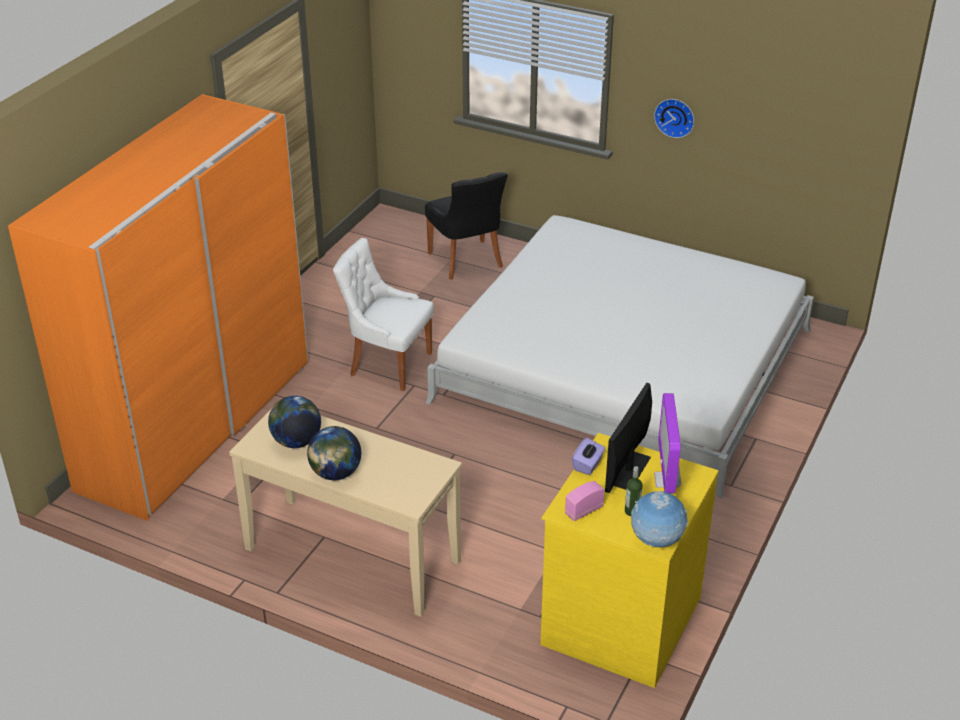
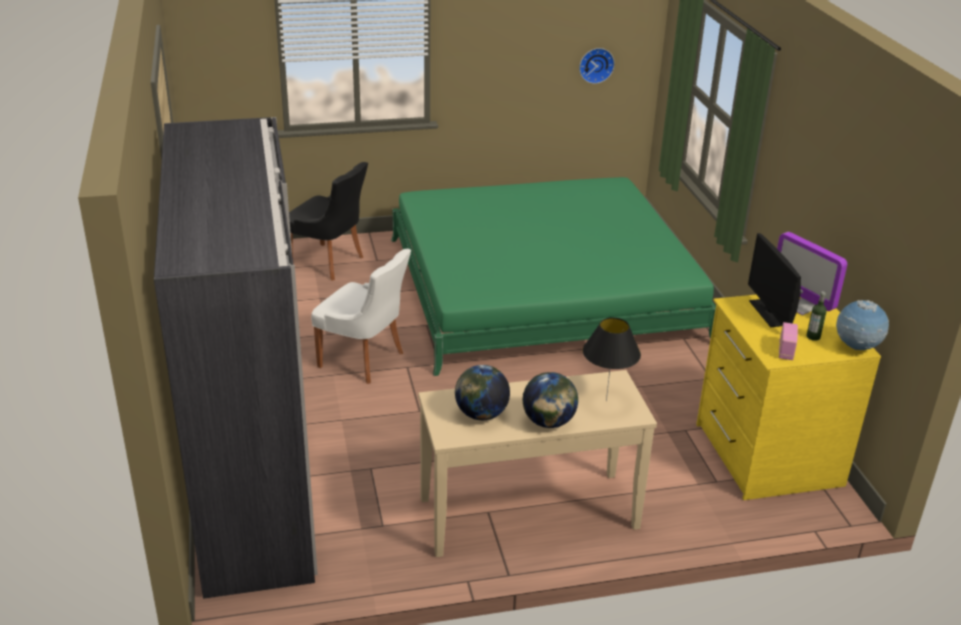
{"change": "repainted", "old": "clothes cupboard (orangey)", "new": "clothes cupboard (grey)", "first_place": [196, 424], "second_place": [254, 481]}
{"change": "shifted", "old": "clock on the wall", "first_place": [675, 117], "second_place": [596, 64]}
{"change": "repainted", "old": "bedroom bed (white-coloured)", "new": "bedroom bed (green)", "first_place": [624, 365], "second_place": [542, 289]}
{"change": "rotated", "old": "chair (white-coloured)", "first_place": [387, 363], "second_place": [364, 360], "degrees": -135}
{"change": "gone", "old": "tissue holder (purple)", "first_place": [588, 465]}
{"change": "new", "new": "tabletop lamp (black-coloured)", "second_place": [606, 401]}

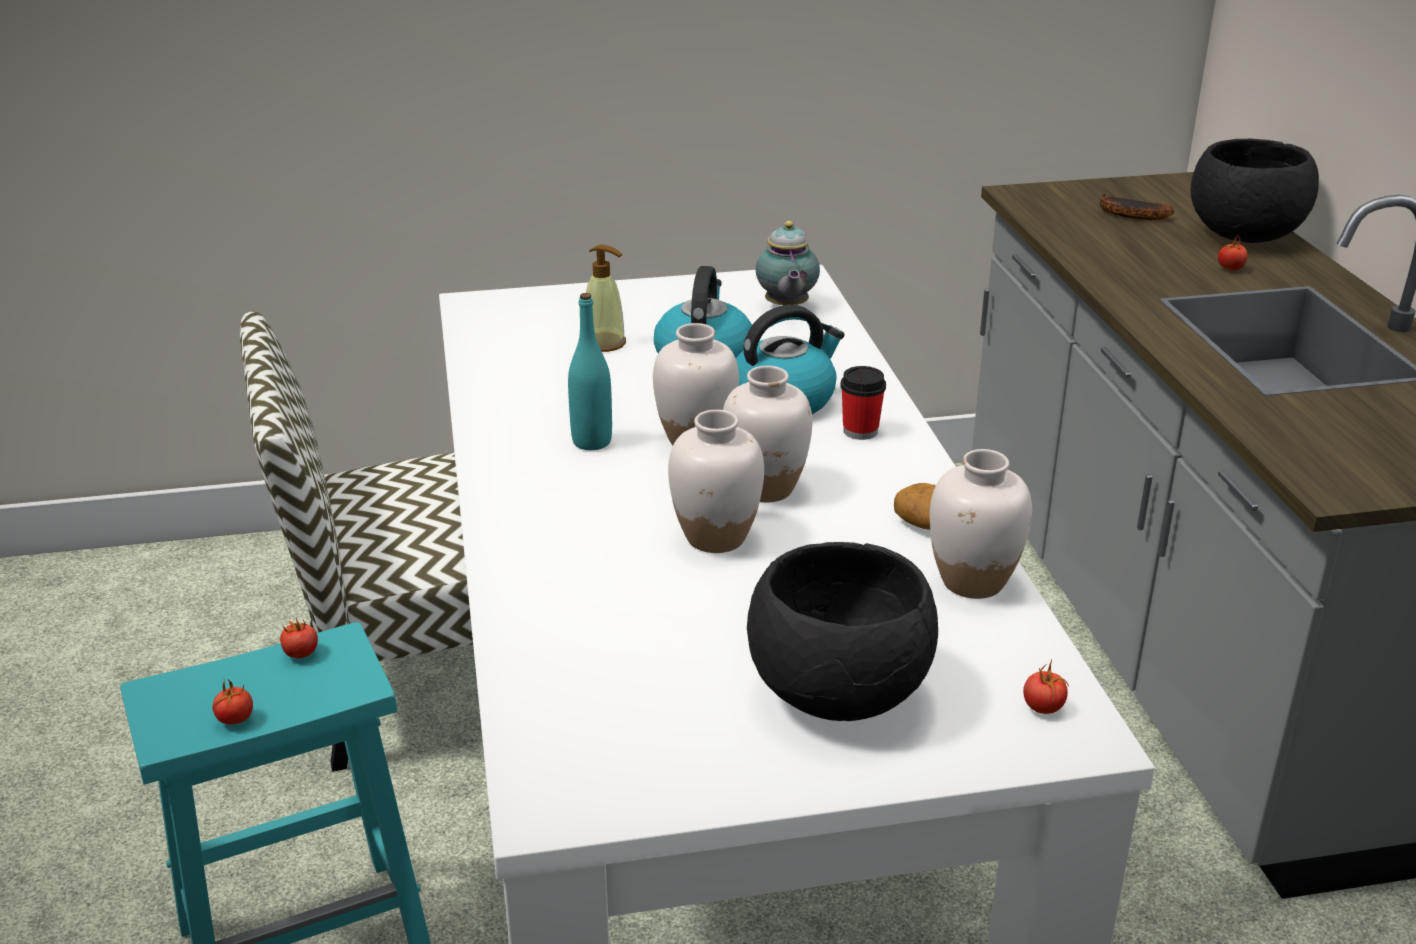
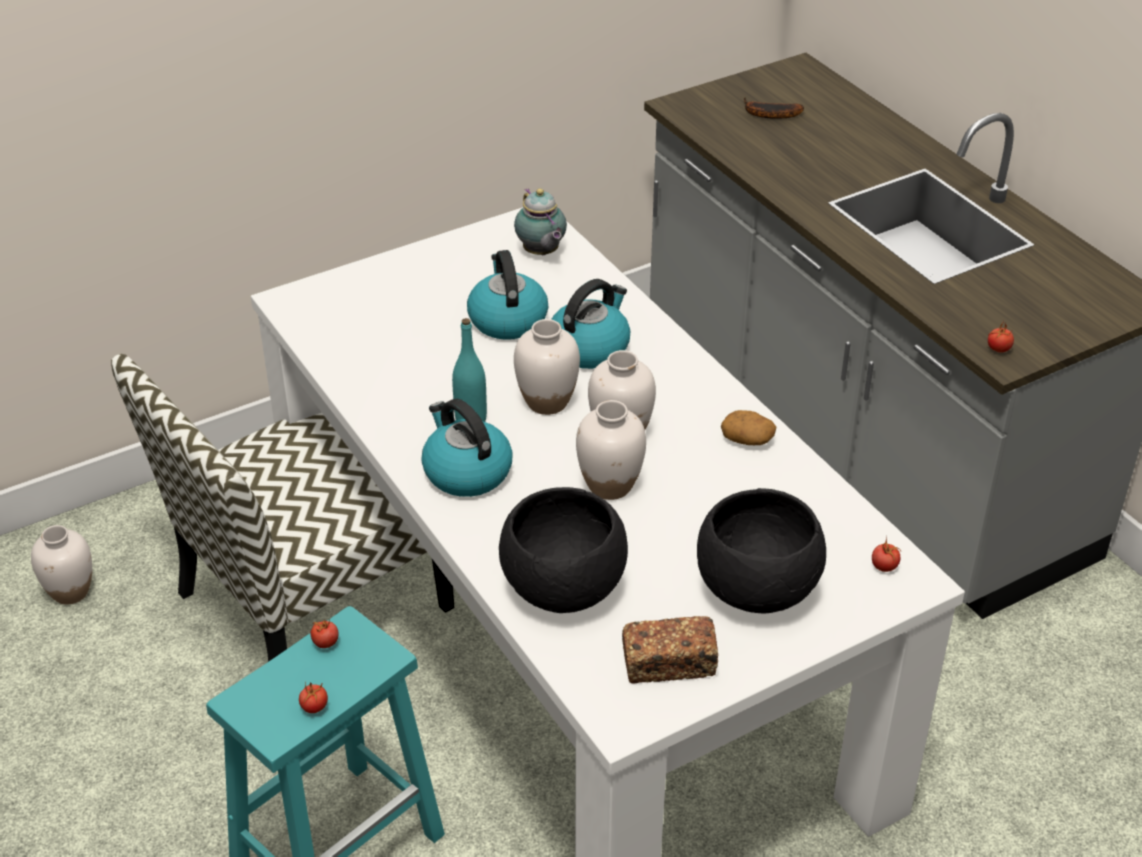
{"change": "shifted", "old": "deep dish (black-coloured)", "first_place": [1245, 236], "second_place": [564, 588]}
{"change": "shifted", "old": "fresh tomato", "first_place": [1230, 269], "second_place": [998, 349]}
{"change": "gone", "old": "soap dispenser", "first_place": [604, 343]}
{"change": "gone", "old": "cup", "first_place": [860, 431]}
{"change": "shifted", "old": "flower vase (white-coloured)", "first_place": [973, 582], "second_place": [71, 592]}
{"change": "new", "new": "tea kettle", "second_place": [466, 472]}
{"change": "new", "new": "bread", "second_place": [668, 664]}

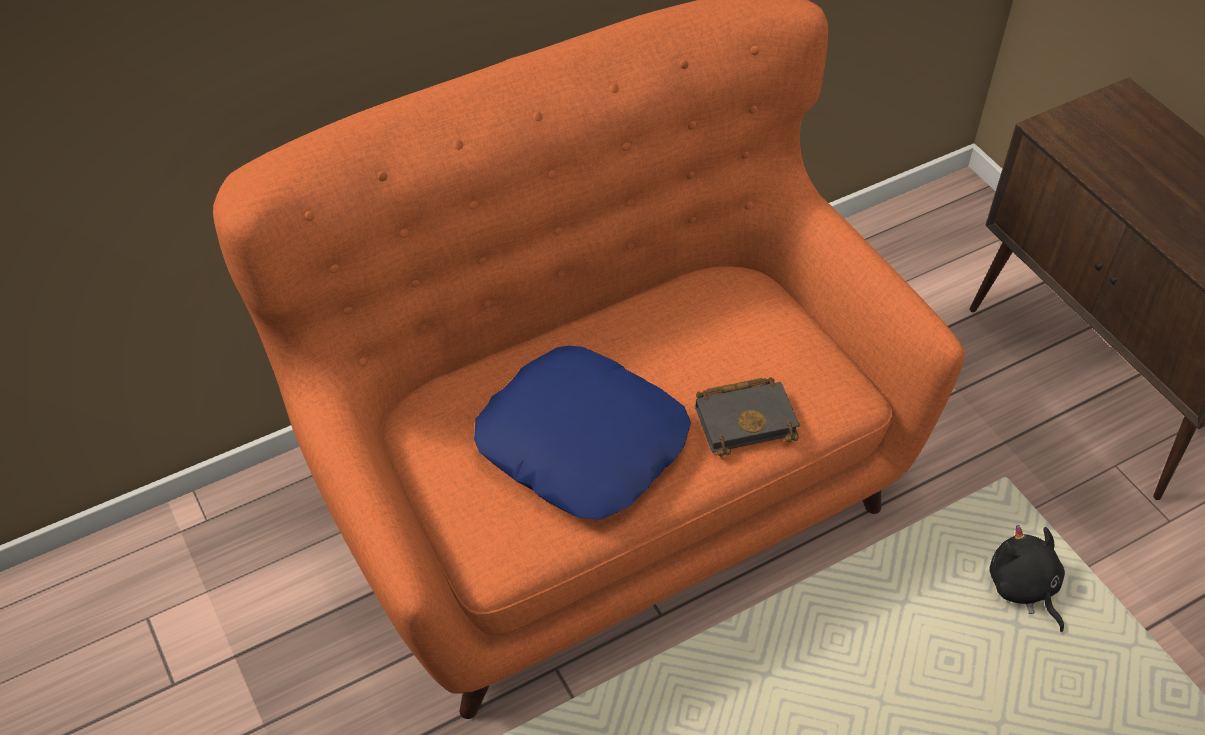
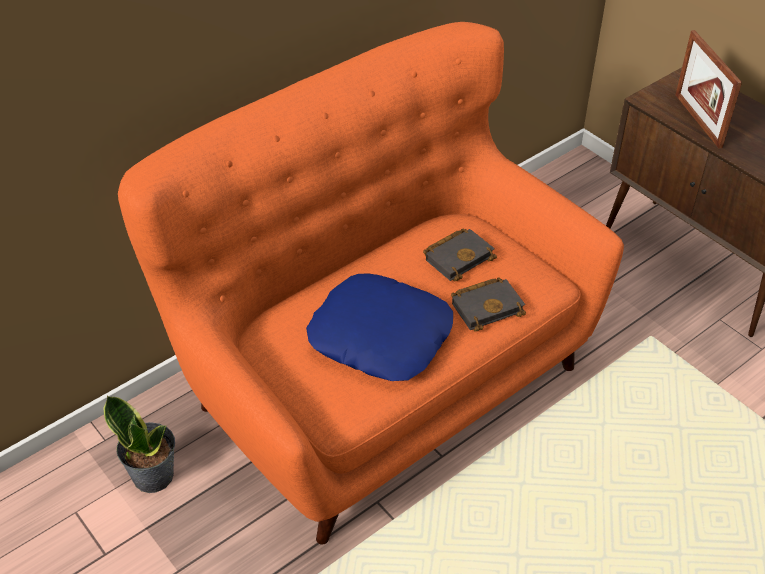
{"change": "gone", "old": "cuddly toy (black-coloured)", "first_place": [1023, 588]}
{"change": "new", "new": "standing frame", "second_place": [698, 120]}
{"change": "new", "new": "book (black-coloured)", "second_place": [459, 256]}
{"change": "new", "new": "potted plant", "second_place": [154, 475]}

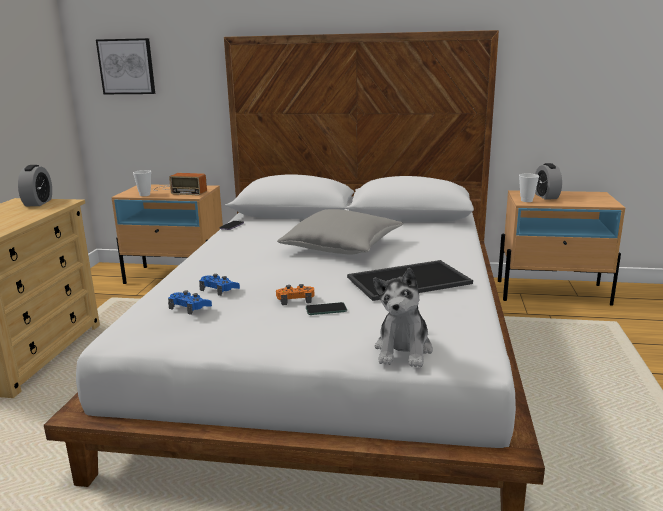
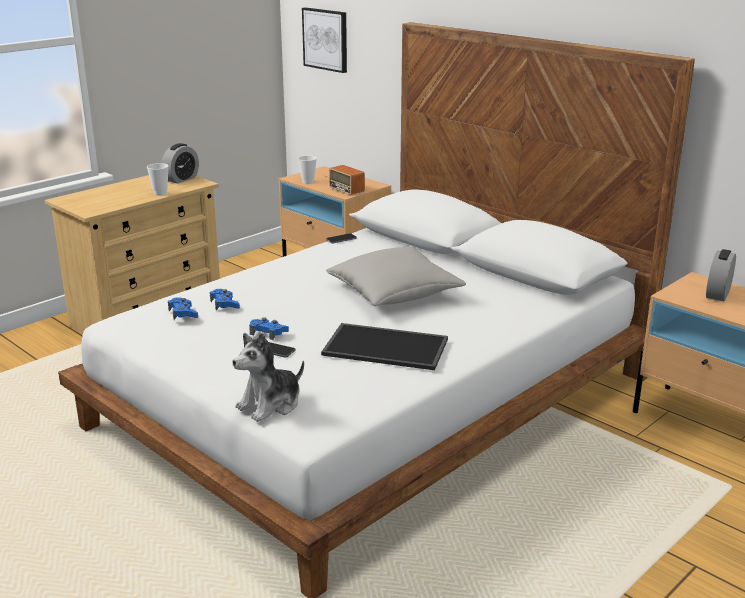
{"change": "shifted", "old": "cup", "first_place": [526, 200], "second_place": [160, 193]}
{"change": "repainted", "old": "joypad (orangey)", "new": "joypad (blue-coloured)", "first_place": [295, 299], "second_place": [268, 333]}

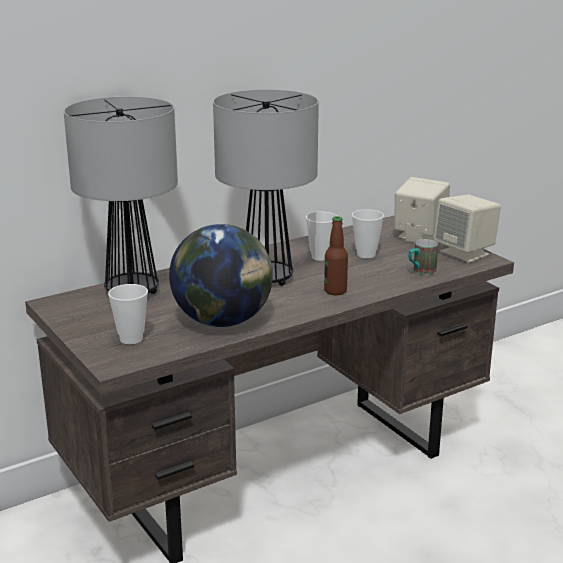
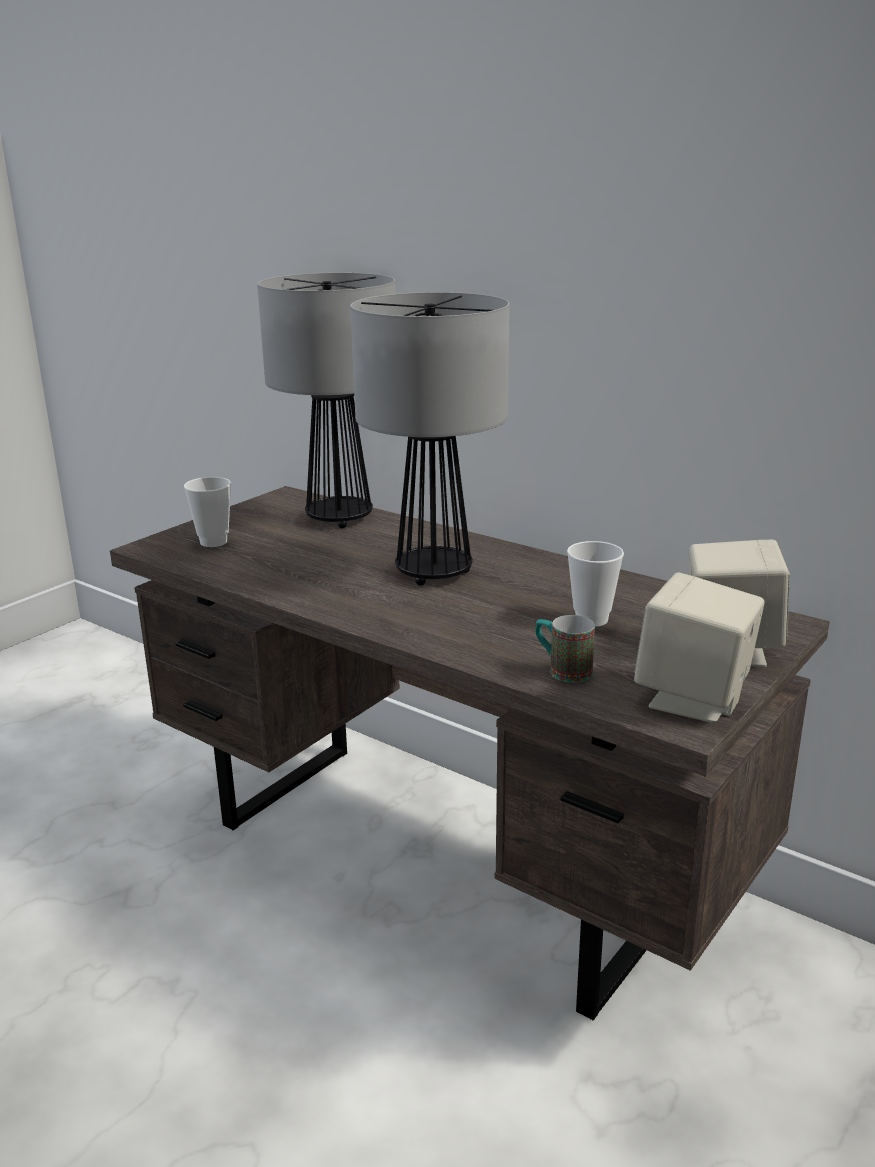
{"change": "gone", "old": "cup", "first_place": [321, 257]}
{"change": "gone", "old": "bottle", "first_place": [335, 291]}
{"change": "gone", "old": "globe", "first_place": [223, 321]}

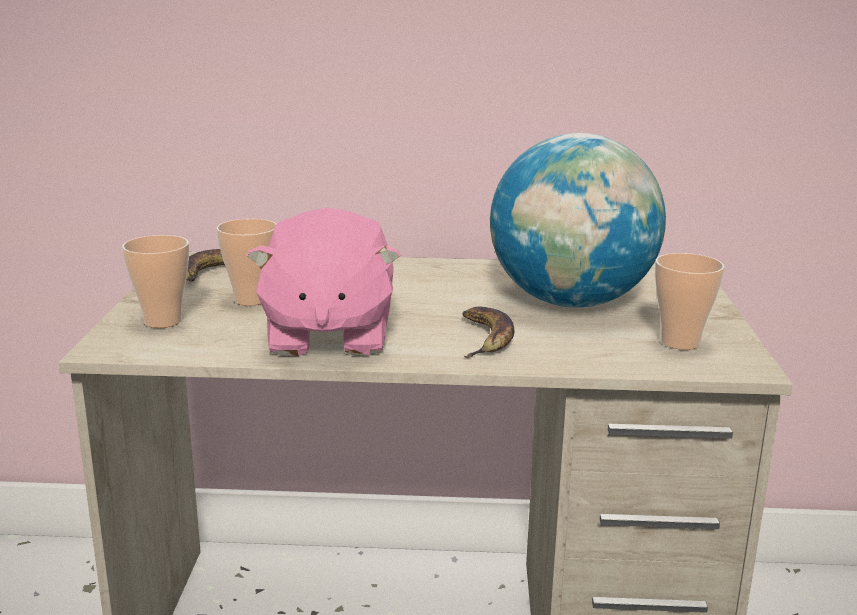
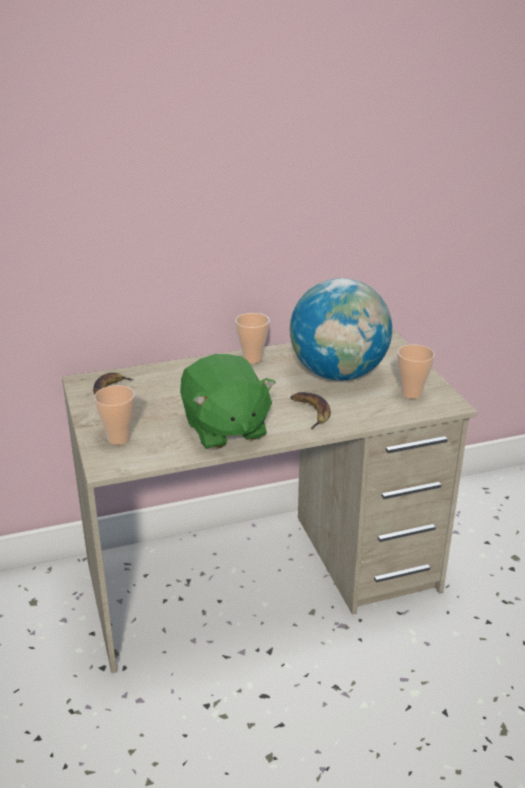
{"change": "repainted", "old": "cuddly toy (pinkish)", "new": "cuddly toy (green)", "first_place": [327, 336], "second_place": [224, 429]}
{"change": "shifted", "old": "cup", "first_place": [251, 299], "second_place": [252, 359]}

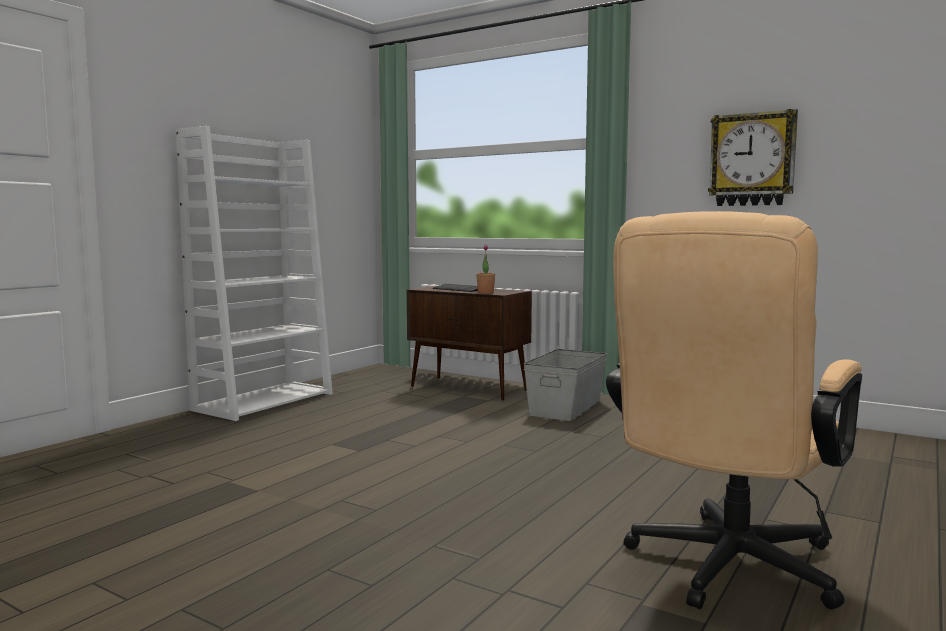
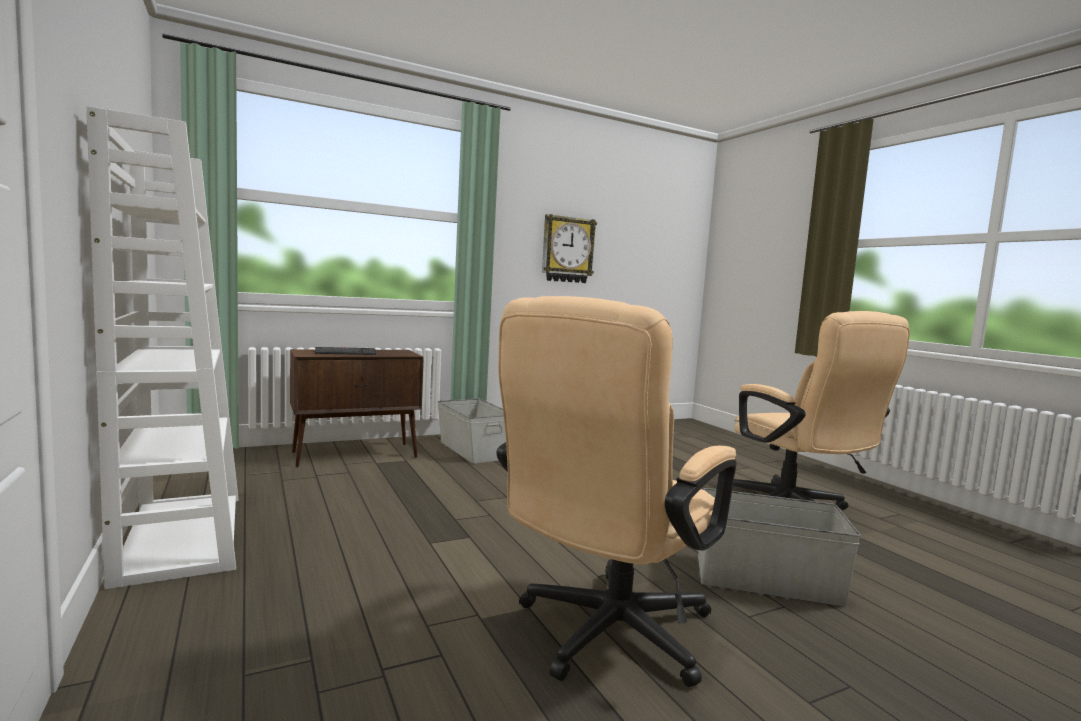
{"change": "gone", "old": "potted plant", "first_place": [485, 292]}
{"change": "new", "new": "computer chair (beige)", "second_place": [604, 637]}
{"change": "new", "new": "storage box (grey)", "second_place": [768, 580]}

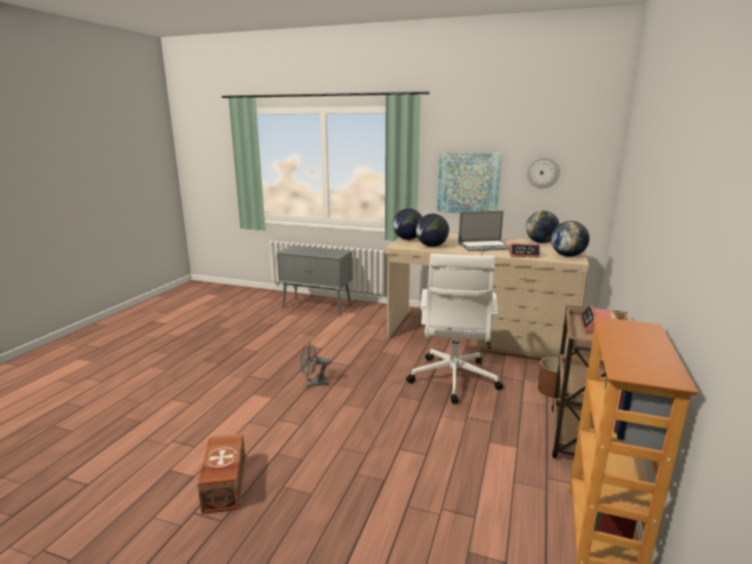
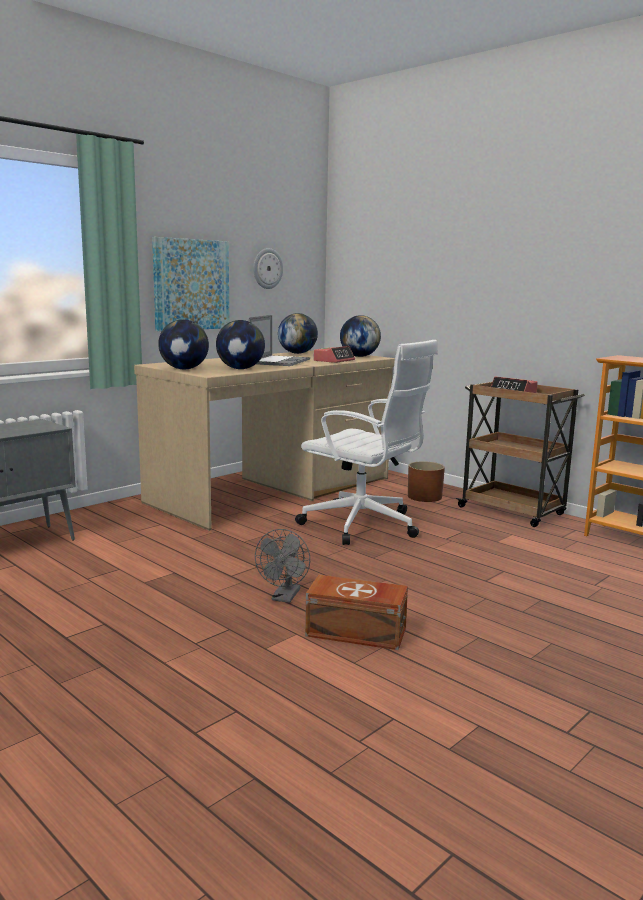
{"change": "shifted", "old": "storage box (brown)", "first_place": [224, 486], "second_place": [357, 633]}

